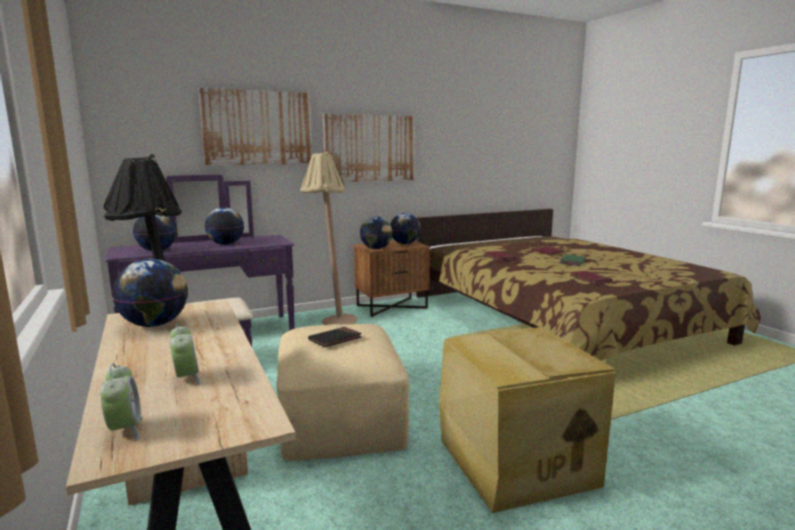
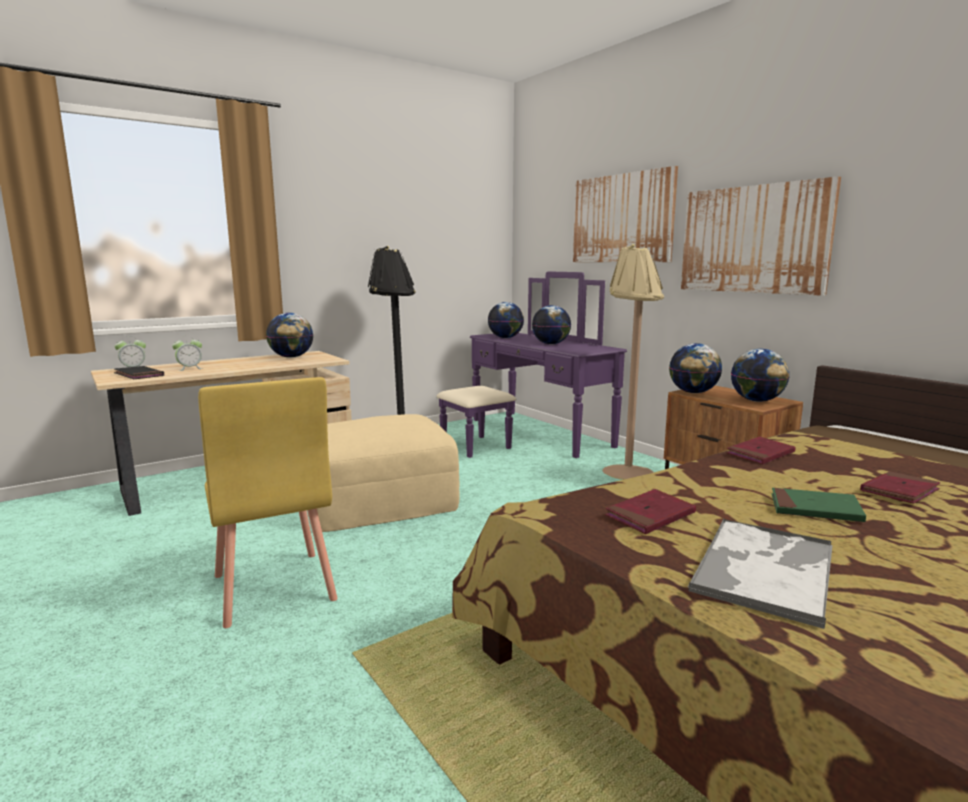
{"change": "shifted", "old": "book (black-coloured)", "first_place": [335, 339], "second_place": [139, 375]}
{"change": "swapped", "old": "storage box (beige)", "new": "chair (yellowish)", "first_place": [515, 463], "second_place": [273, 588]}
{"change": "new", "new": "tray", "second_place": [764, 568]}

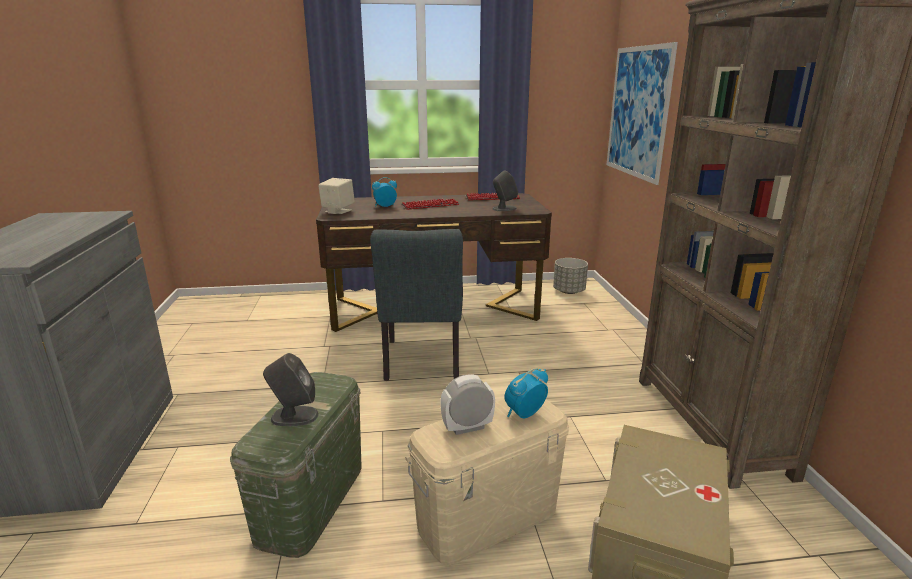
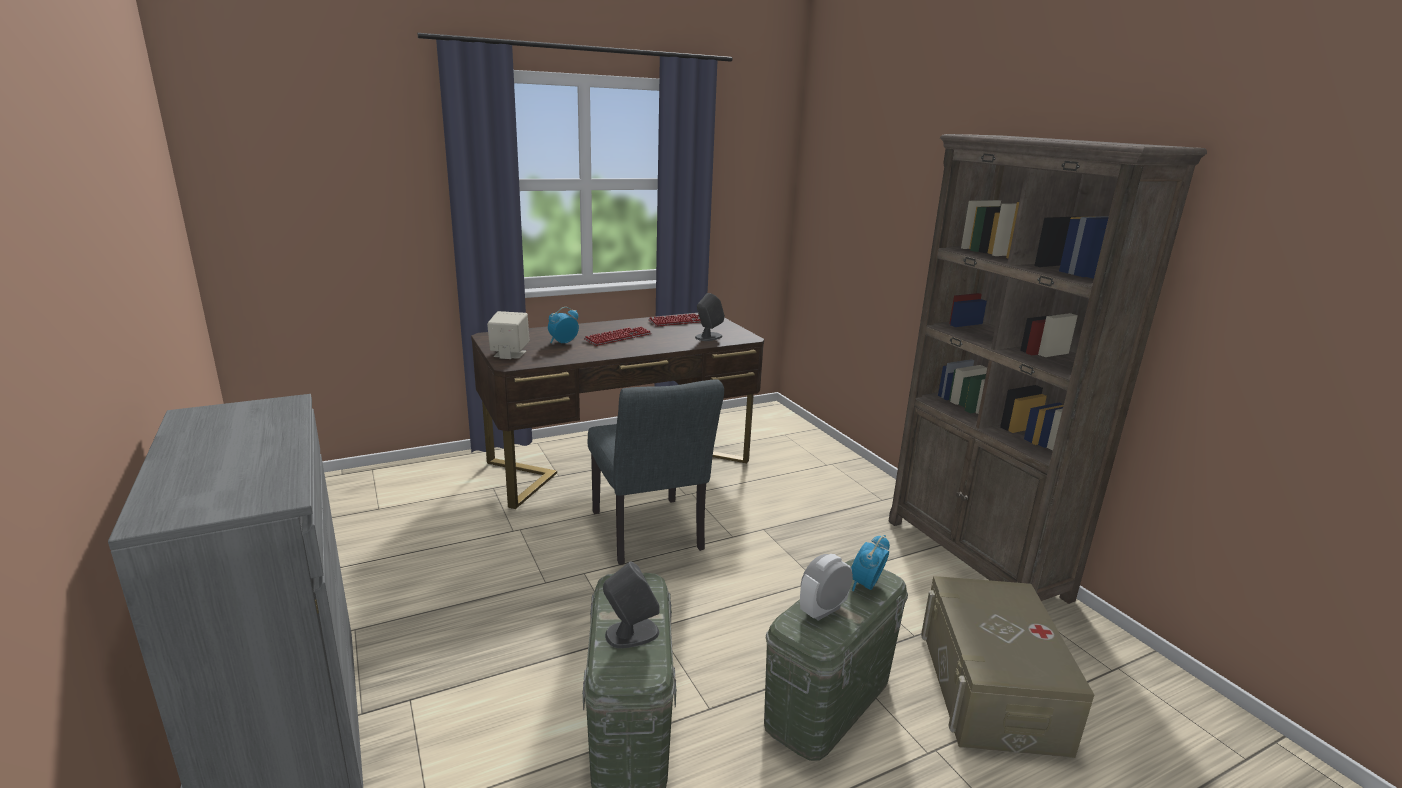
{"change": "gone", "old": "wall art", "first_place": [638, 112]}
{"change": "gone", "old": "planter (grey)", "first_place": [569, 291]}
{"change": "repainted", "old": "storage box (beige)", "new": "storage box (green)", "first_place": [488, 518], "second_place": [828, 702]}

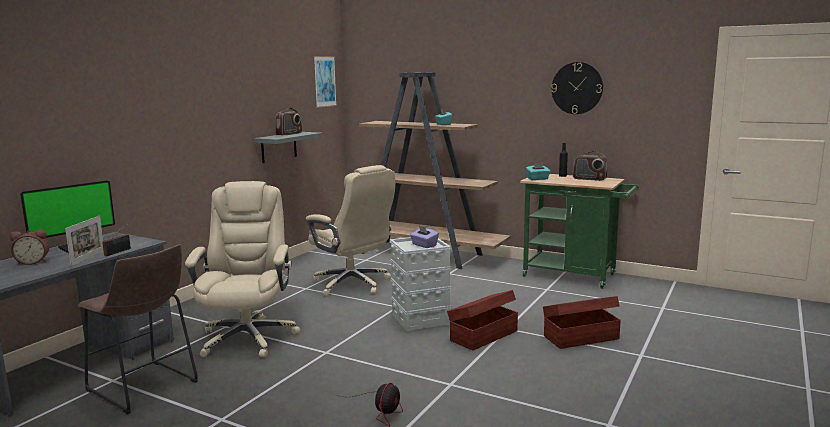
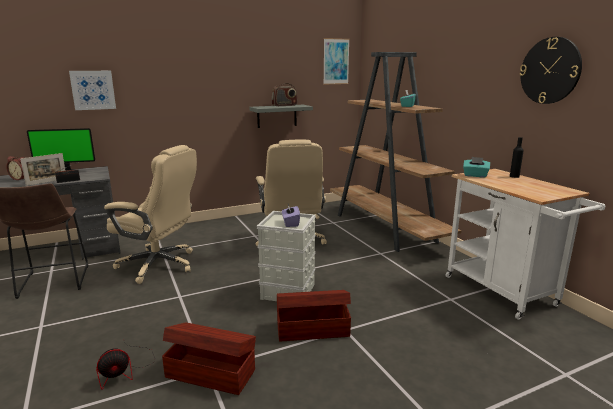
{"change": "gone", "old": "radio", "first_place": [589, 179]}
{"change": "repainted", "old": "trolley (green)", "new": "trolley (white-coloured)", "first_place": [575, 276], "second_place": [505, 293]}
{"change": "rotated", "old": "computer chair (beige)", "first_place": [248, 337], "second_place": [159, 265], "degrees": 75}
{"change": "shifted", "old": "storage box (brown)", "first_place": [580, 337], "second_place": [210, 372]}
{"change": "new", "new": "wall art", "second_place": [93, 90]}

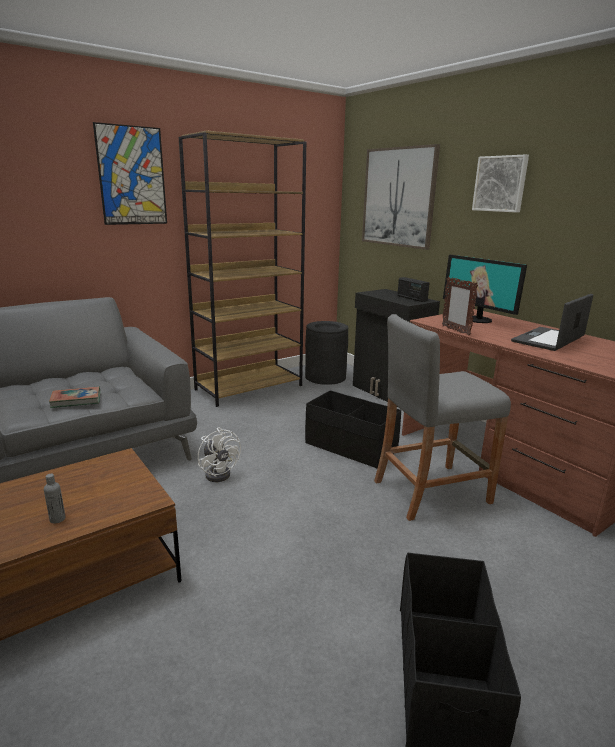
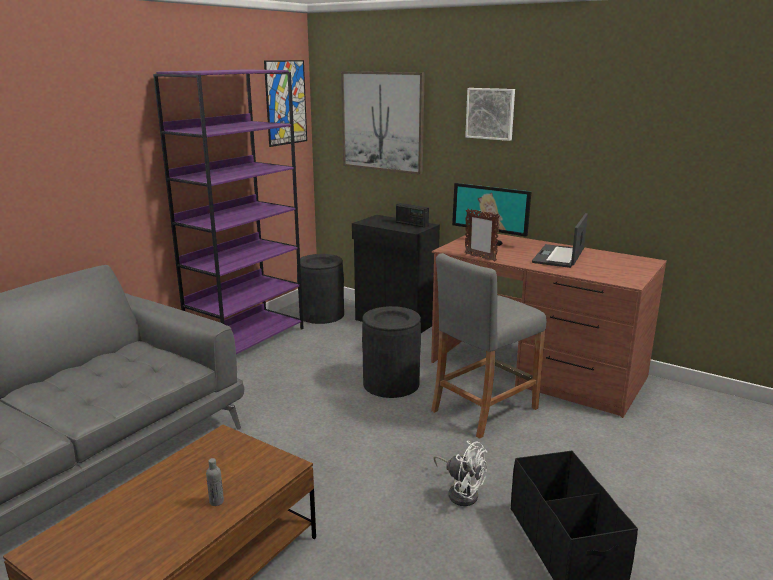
{"change": "shifted", "old": "wall art", "first_place": [132, 176], "second_place": [286, 103]}
{"change": "repainted", "old": "bookshelf (brown)", "new": "bookshelf (purple)", "first_place": [249, 387], "second_place": [247, 340]}
{"change": "gone", "old": "book", "first_place": [76, 400]}
{"change": "swapped", "old": "storage box (black-coloured)", "new": "waste bin (black-coloured)", "first_place": [350, 447], "second_place": [391, 383]}
{"change": "shifted", "old": "fan (white-coloured)", "first_place": [220, 473], "second_place": [461, 492]}

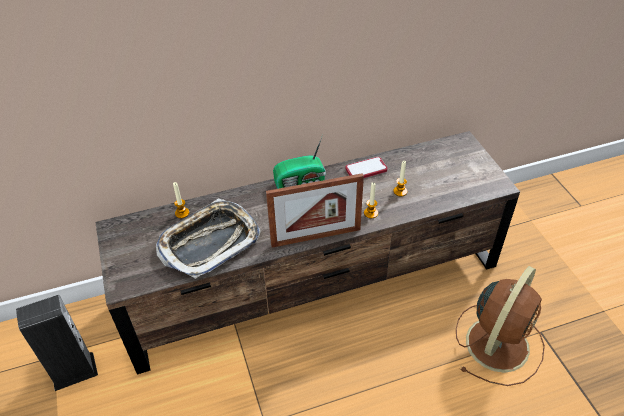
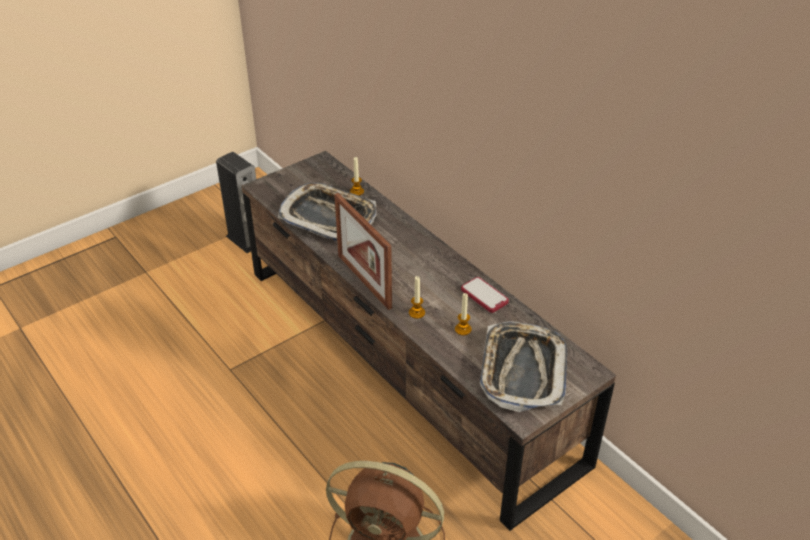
{"change": "gone", "old": "radio", "first_place": [301, 183]}
{"change": "new", "new": "tray", "second_place": [522, 371]}

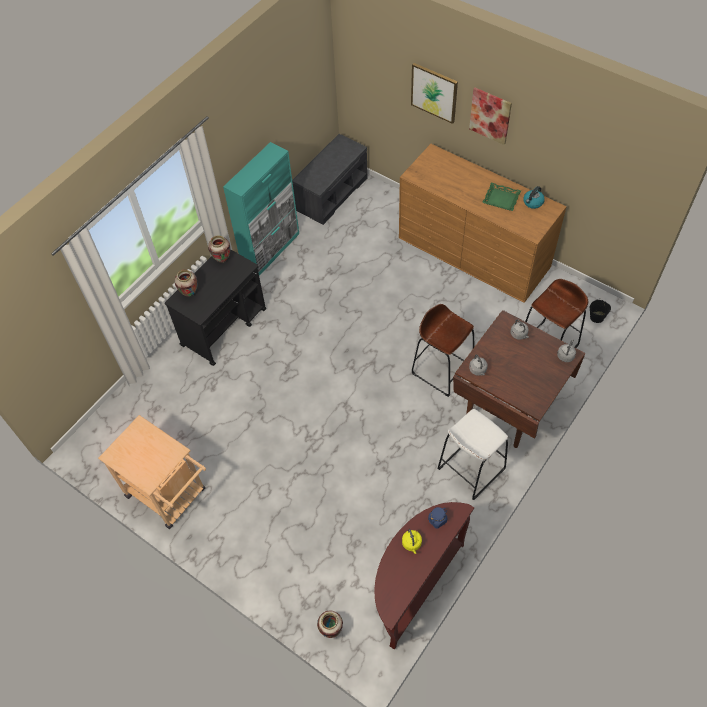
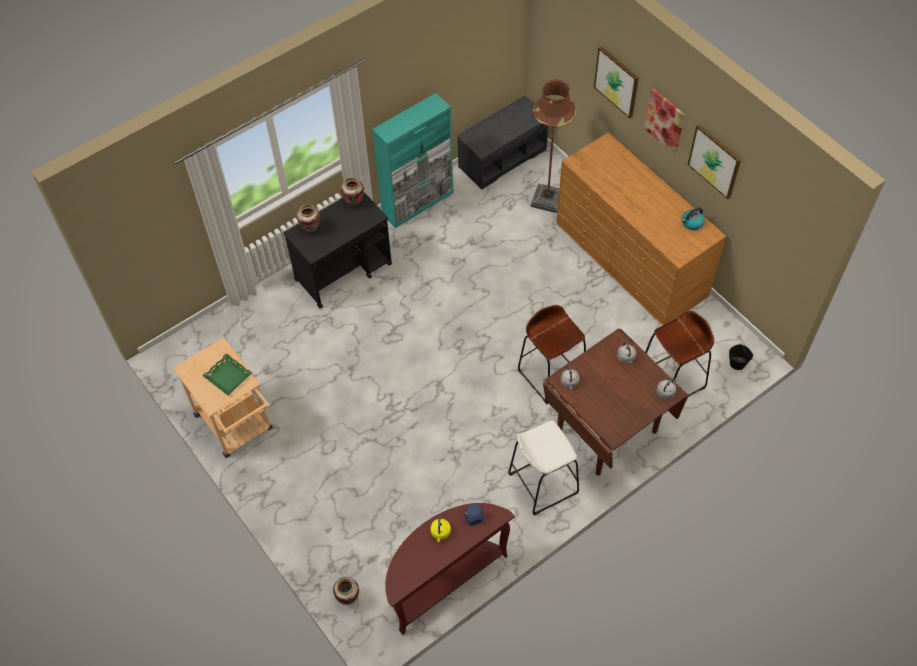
{"change": "shifted", "old": "tray (green)", "first_place": [501, 199], "second_place": [227, 377]}
{"change": "new", "new": "floor lamp (brown)", "second_place": [547, 199]}
{"change": "new", "new": "wall art", "second_place": [714, 161]}

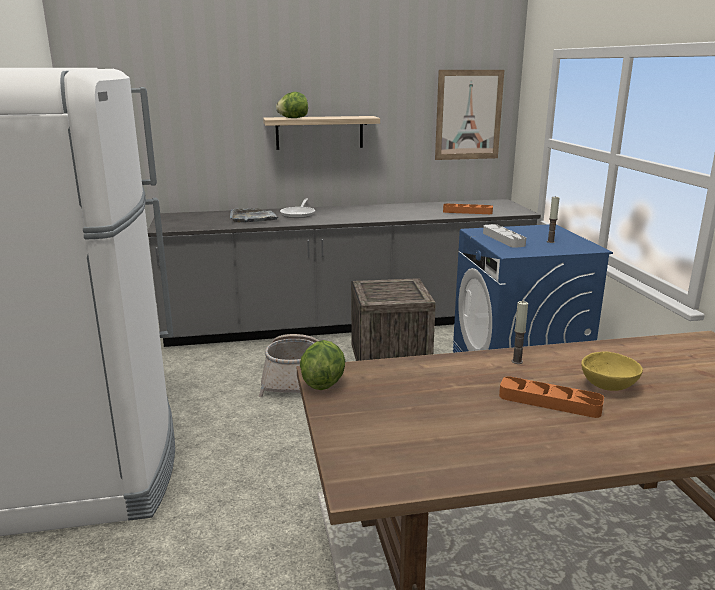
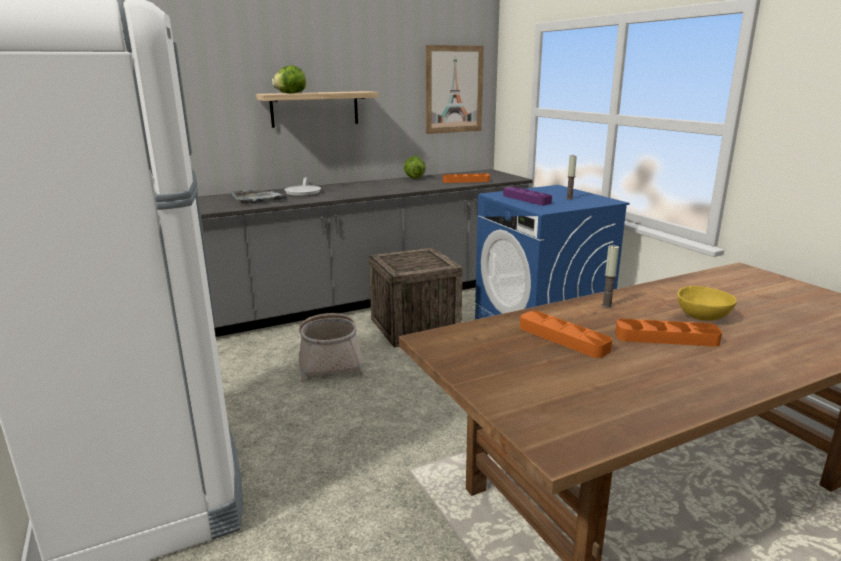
{"change": "repainted", "old": "tray (grey)", "new": "tray (purple)", "first_place": [503, 239], "second_place": [526, 199]}
{"change": "shifted", "old": "lettuce", "first_place": [323, 383], "second_place": [414, 178]}
{"change": "new", "new": "tray (orangey)", "second_place": [563, 338]}

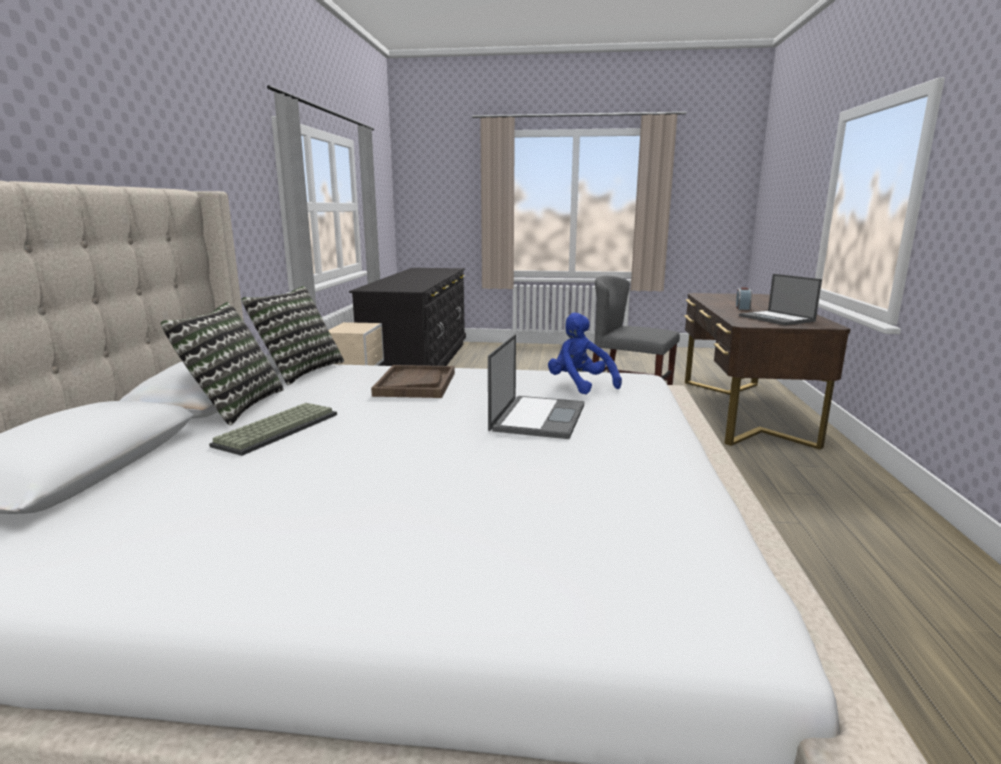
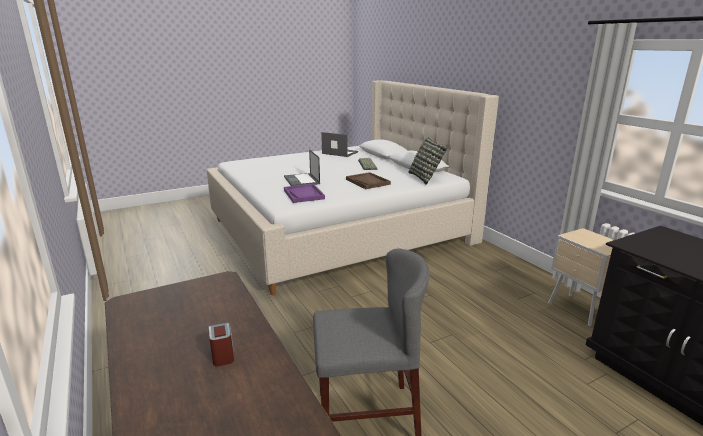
{"change": "shifted", "old": "laptop", "first_place": [777, 319], "second_place": [339, 153]}
{"change": "gone", "old": "pillow", "first_place": [233, 406]}
{"change": "swapped", "old": "cuddly toy (blue-coloured)", "new": "tray (purple)", "first_place": [579, 385], "second_place": [304, 194]}

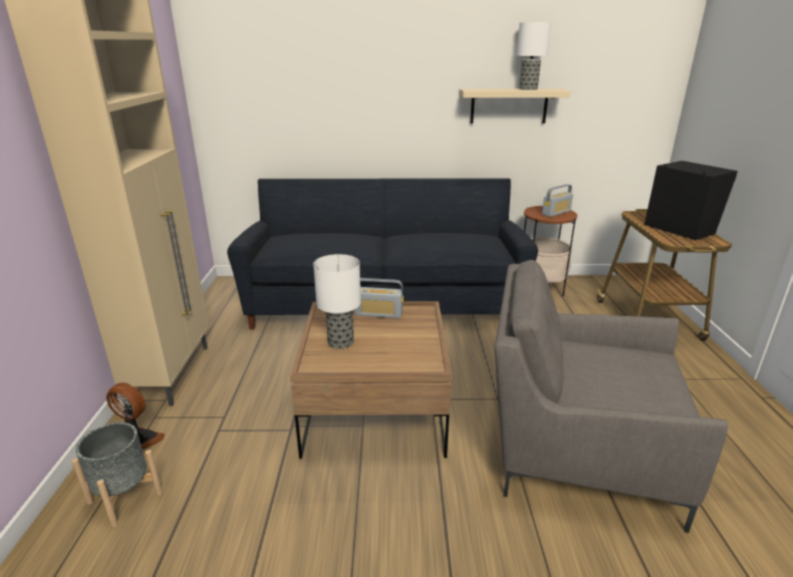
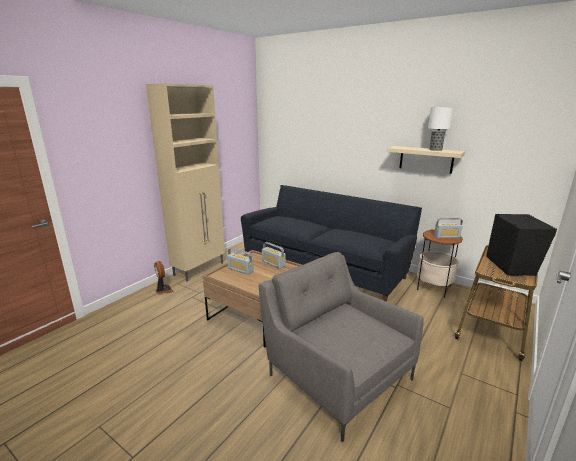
{"change": "swapped", "old": "tabletop lamp", "new": "radio", "first_place": [341, 341], "second_place": [240, 270]}
{"change": "gone", "old": "planter (grey)", "first_place": [124, 497]}

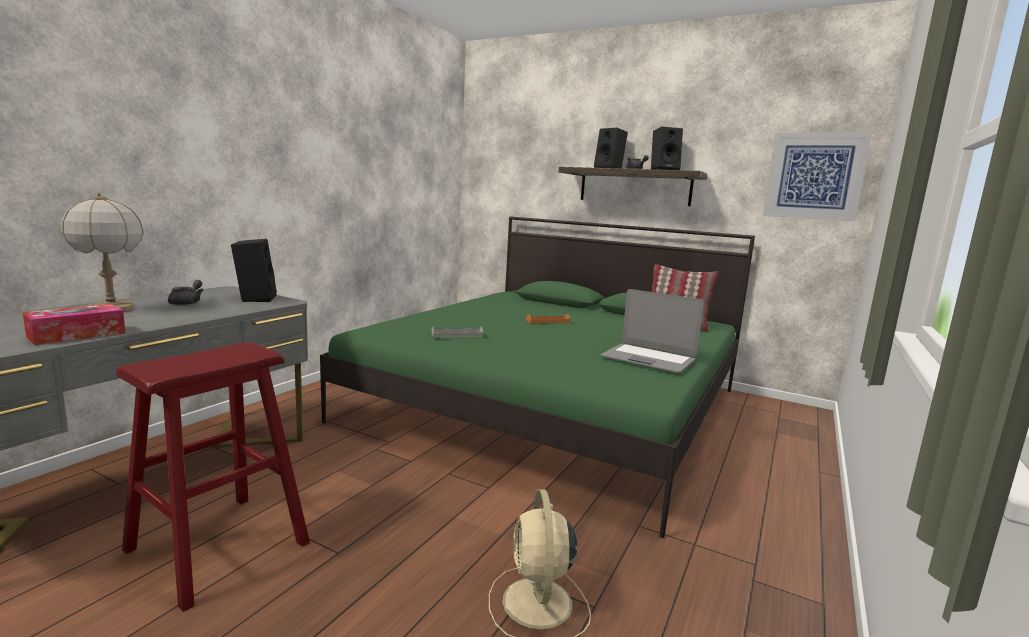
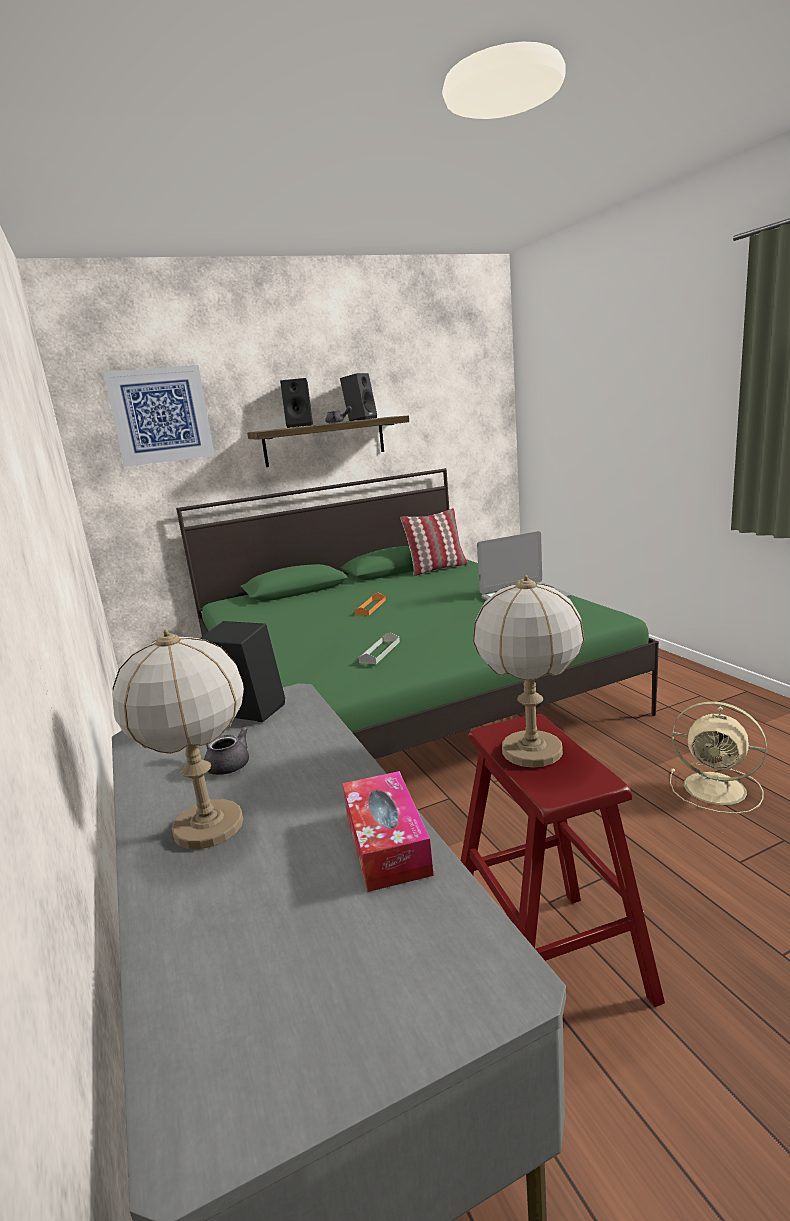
{"change": "shifted", "old": "wall art", "first_place": [814, 176], "second_place": [161, 415]}
{"change": "new", "new": "tabletop lamp", "second_place": [532, 751]}

